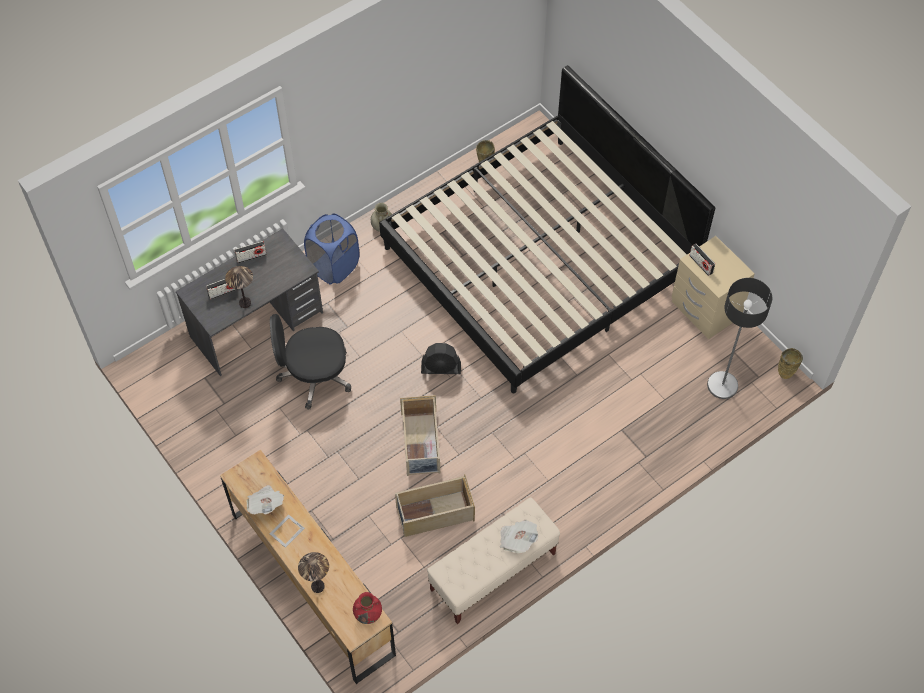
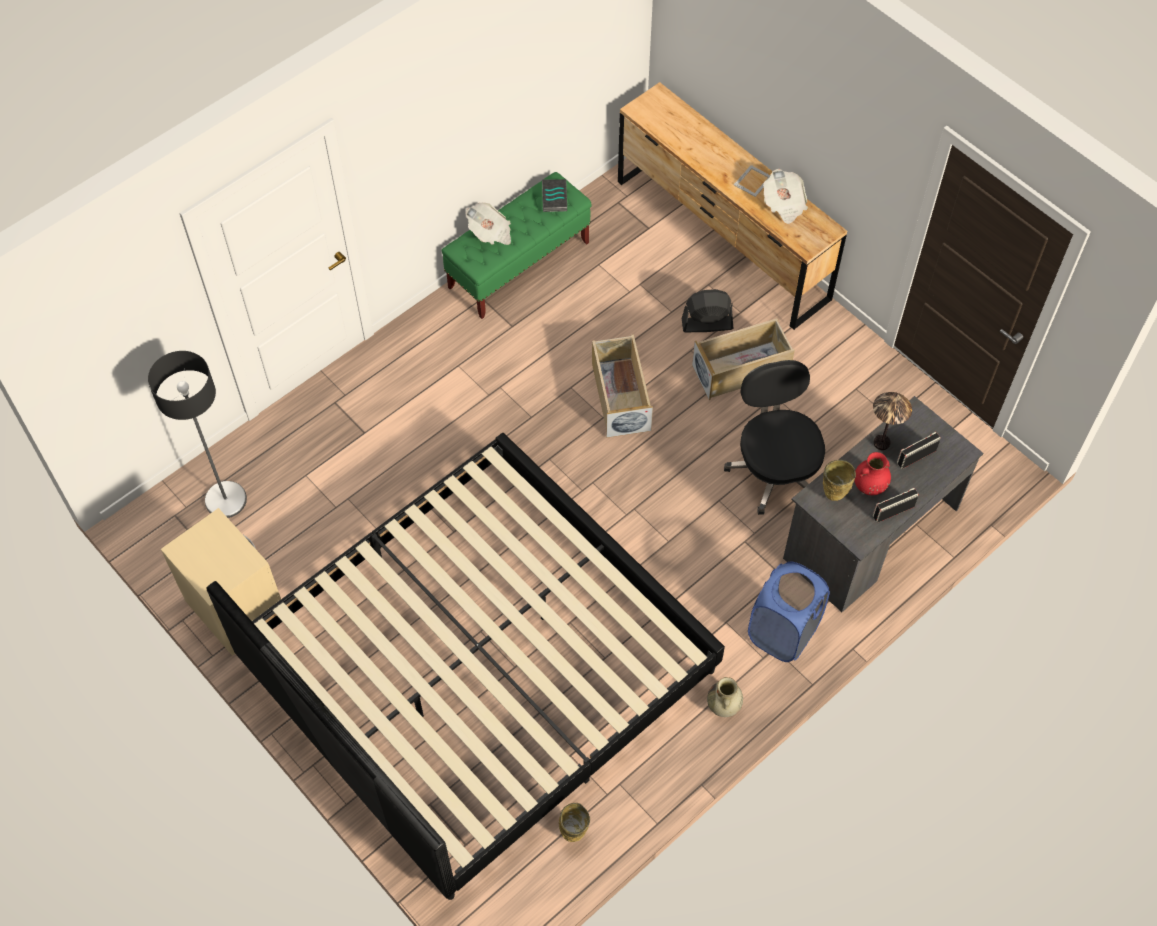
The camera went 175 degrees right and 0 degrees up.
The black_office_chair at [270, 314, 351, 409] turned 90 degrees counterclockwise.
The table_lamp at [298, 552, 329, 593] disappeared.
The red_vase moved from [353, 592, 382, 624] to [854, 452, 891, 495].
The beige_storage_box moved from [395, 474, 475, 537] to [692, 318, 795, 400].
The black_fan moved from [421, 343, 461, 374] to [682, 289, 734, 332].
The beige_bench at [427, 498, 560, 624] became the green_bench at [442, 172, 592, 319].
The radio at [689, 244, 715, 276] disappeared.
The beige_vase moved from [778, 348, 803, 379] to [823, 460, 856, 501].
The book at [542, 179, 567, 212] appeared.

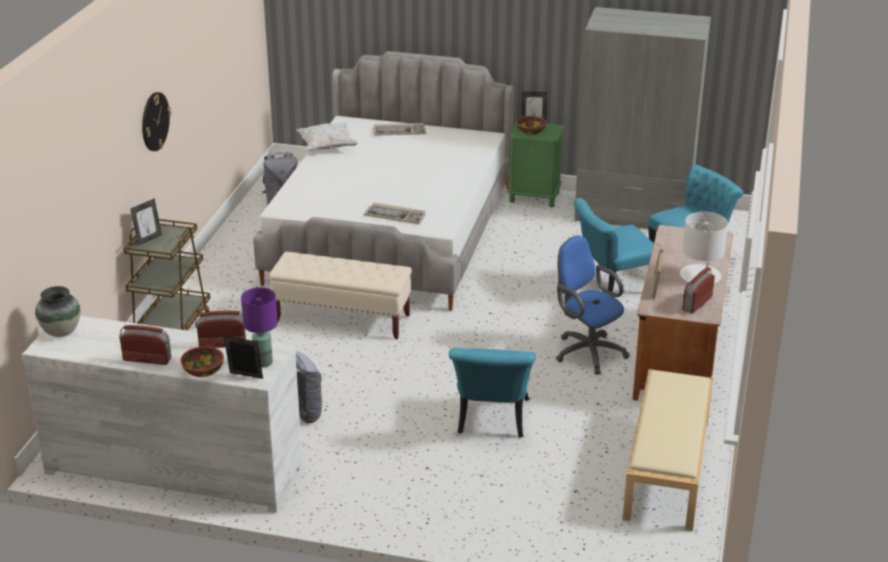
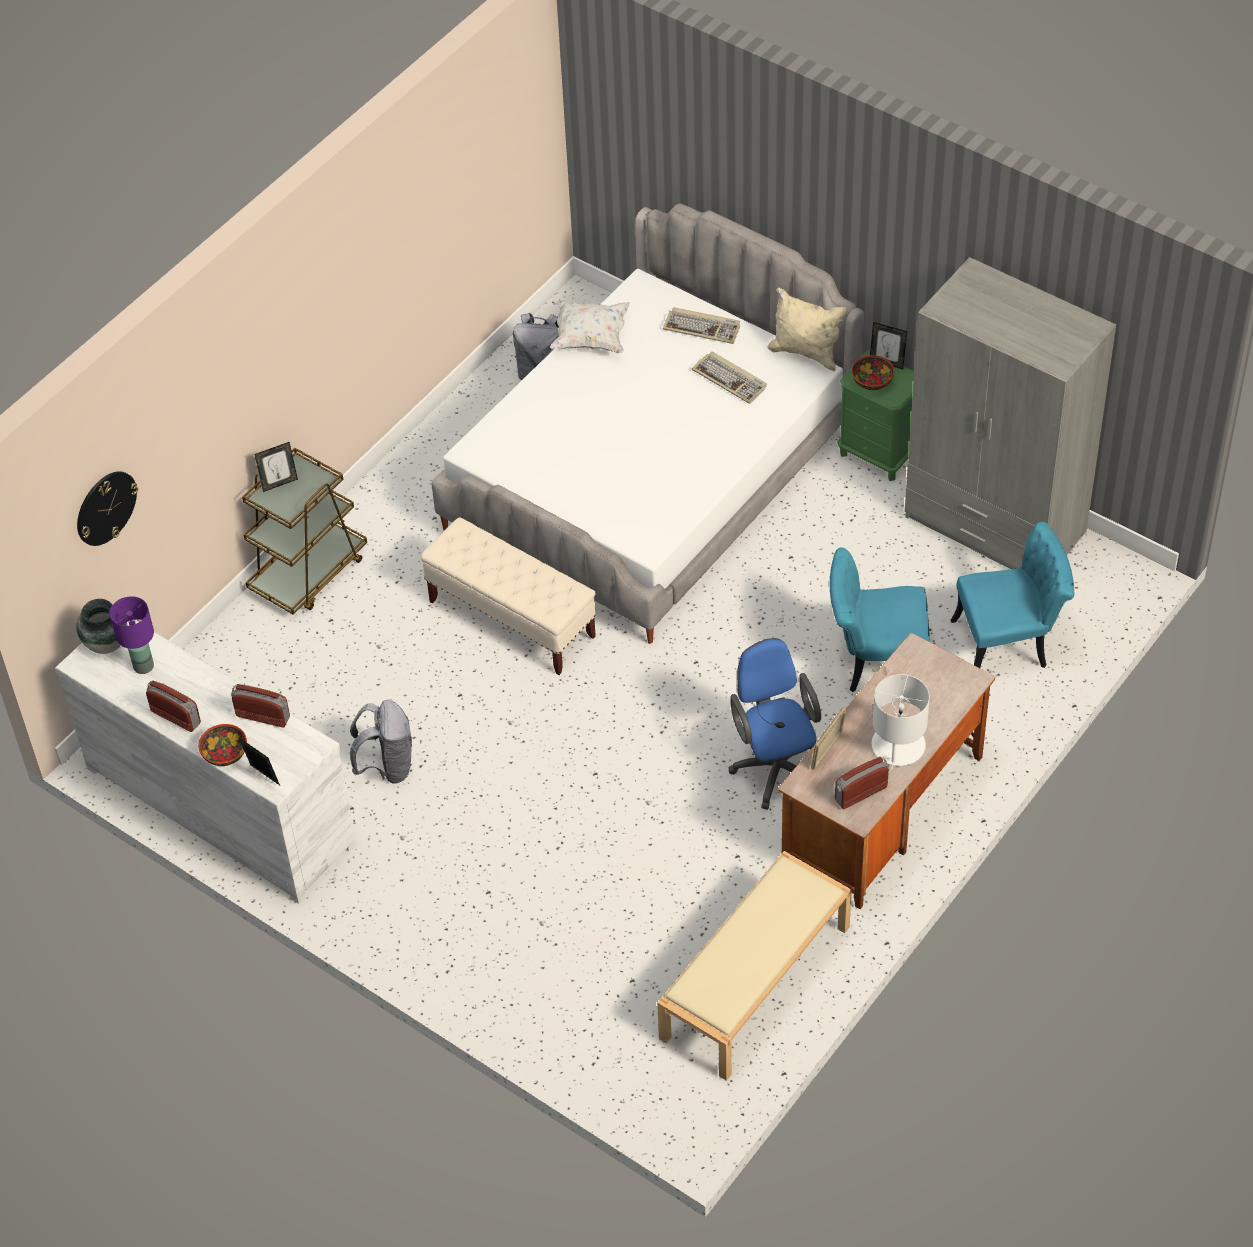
The camera went 25 degrees right and 20 degrees up.
The wall_clock moved from [142, 92, 171, 151] to [77, 471, 138, 546].
The purple_table_lamp moved from [241, 287, 278, 367] to [110, 596, 154, 674].
The keyboard moved from [364, 203, 425, 224] to [692, 351, 767, 404].
The turquoise_chair at [449, 348, 536, 438] disappeared.
The beige_pillow at [768, 288, 846, 372] appeared.

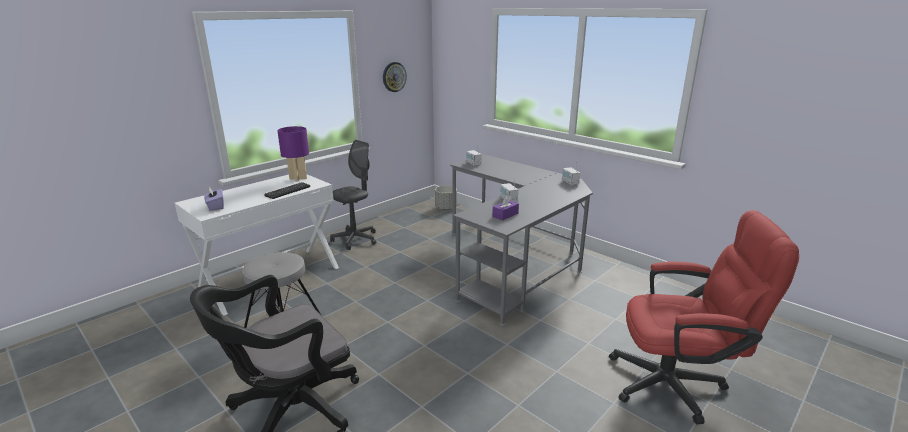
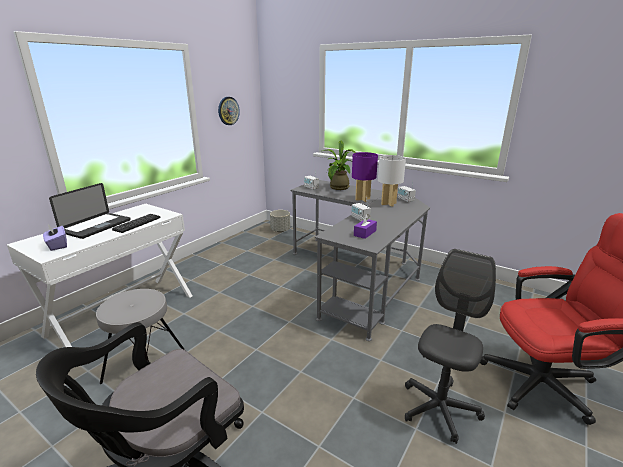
The camera went 10 degrees left and 0 degrees up.
The purple_table_lamp moved from [277, 126, 309, 182] to [352, 152, 378, 202].
The grey_office_chair moved from [330, 140, 376, 250] to [405, 249, 496, 444].
The laptop at [49, 183, 131, 239] appeared.
The potted_plant at [323, 140, 356, 190] appeared.
The white_table_lamp at [378, 155, 406, 207] appeared.

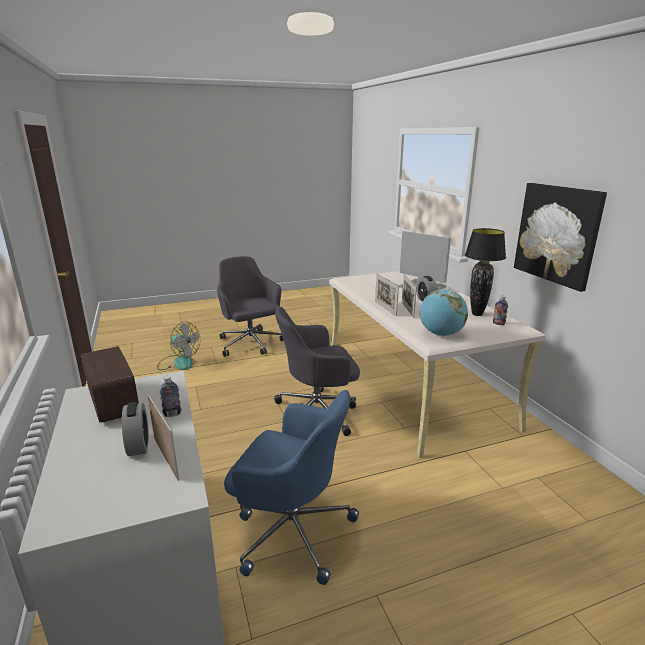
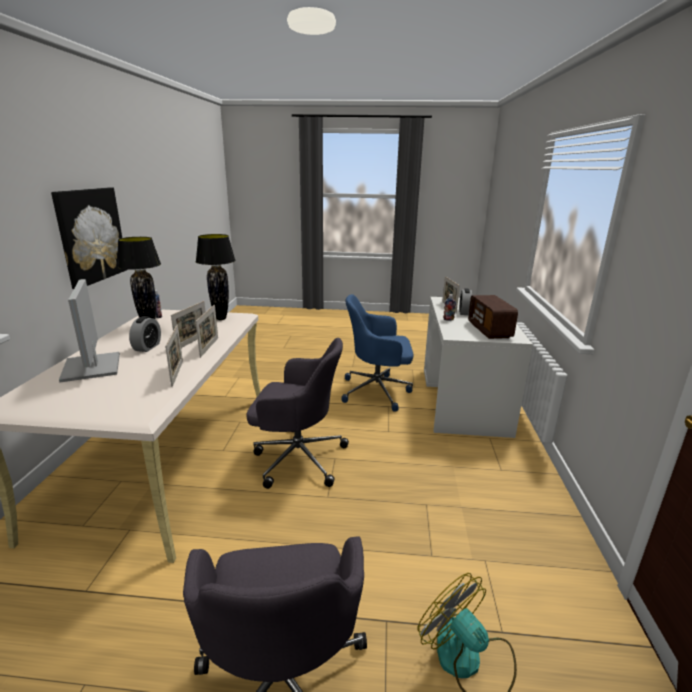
The camera went 155 degrees left and 0 degrees up.
The blue_office_chair at [224, 390, 359, 585] turned 45 degrees counterclockwise.
The globe at [420, 289, 468, 336] was replaced by the black_table_lamp at [196, 234, 236, 320].
The picture_frame at [165, 324, 183, 387] appeared.

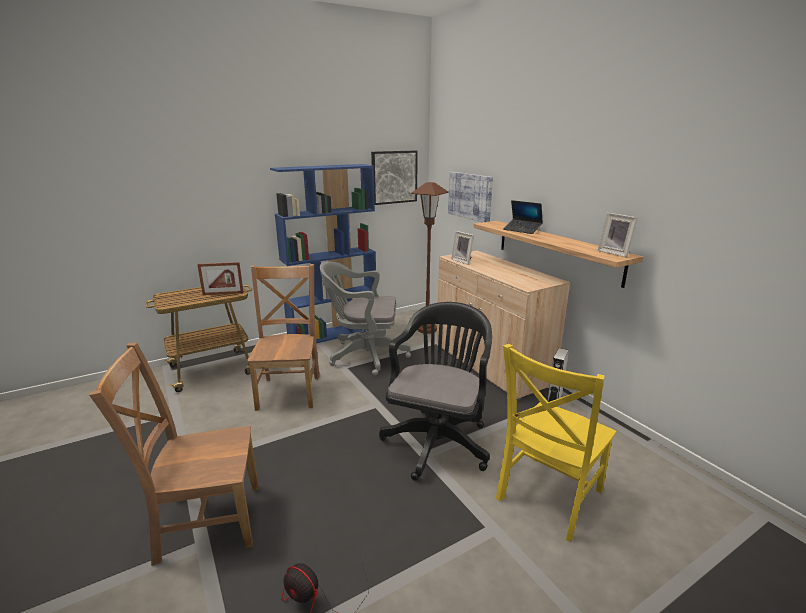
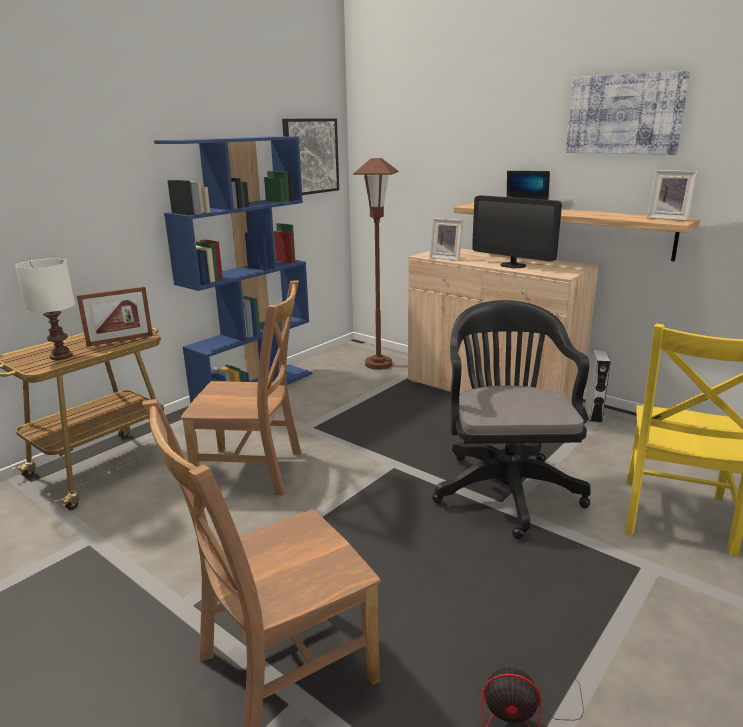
The camera went 20 degrees left and 0 degrees up.
The brown_chair at [247, 264, 320, 411] turned 120 degrees clockwise.
The grey_office_chair at [320, 262, 411, 376] disappeared.
The picture moved from [448, 172, 493, 223] to [566, 70, 690, 155].
The white_table_lamp at [15, 258, 75, 360] appeared.
The monitor at [472, 195, 562, 268] appeared.

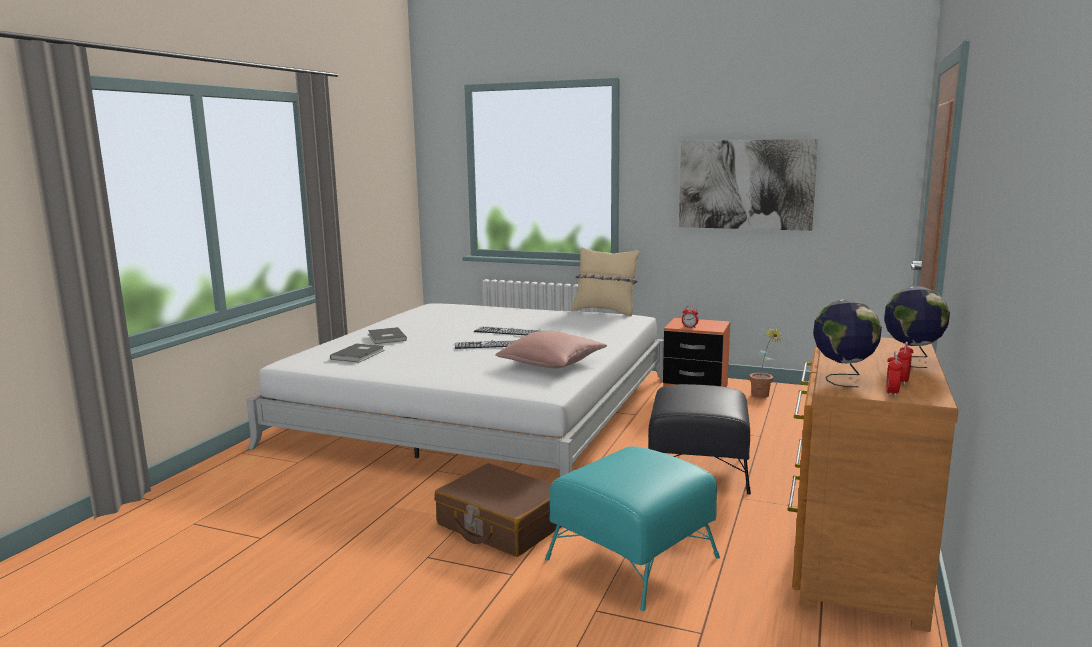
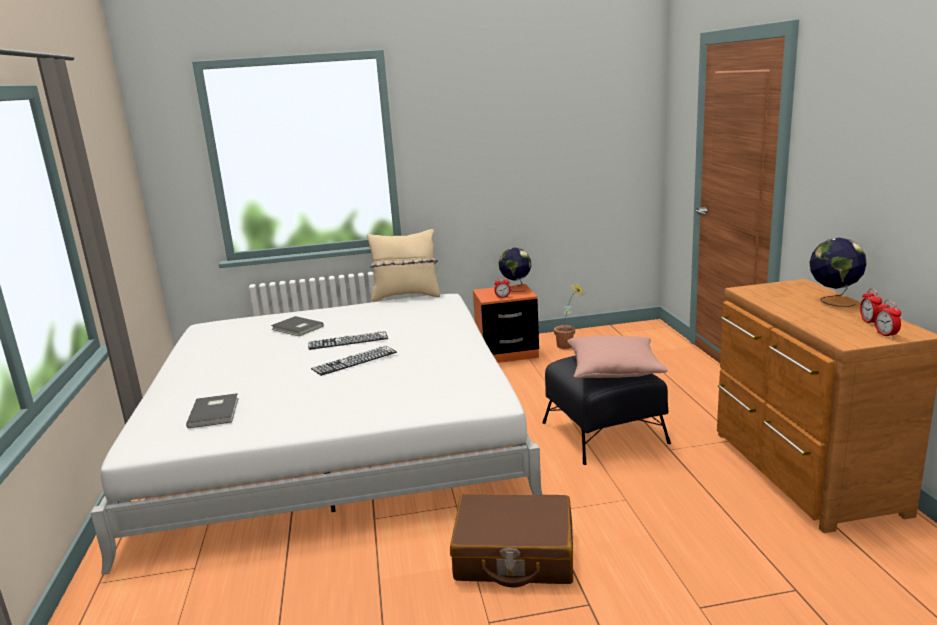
The camera went 30 degrees left and 5 degrees up.
The grey_book moved from [368, 327, 407, 344] to [271, 316, 323, 336].
The pink_pillow moved from [495, 331, 607, 368] to [567, 335, 668, 378].
The turquoise_ottoman at [545, 446, 720, 611] disappeared.
The picture at [679, 139, 818, 231] disappeared.
The globe moved from [813, 299, 882, 387] to [499, 248, 531, 292].

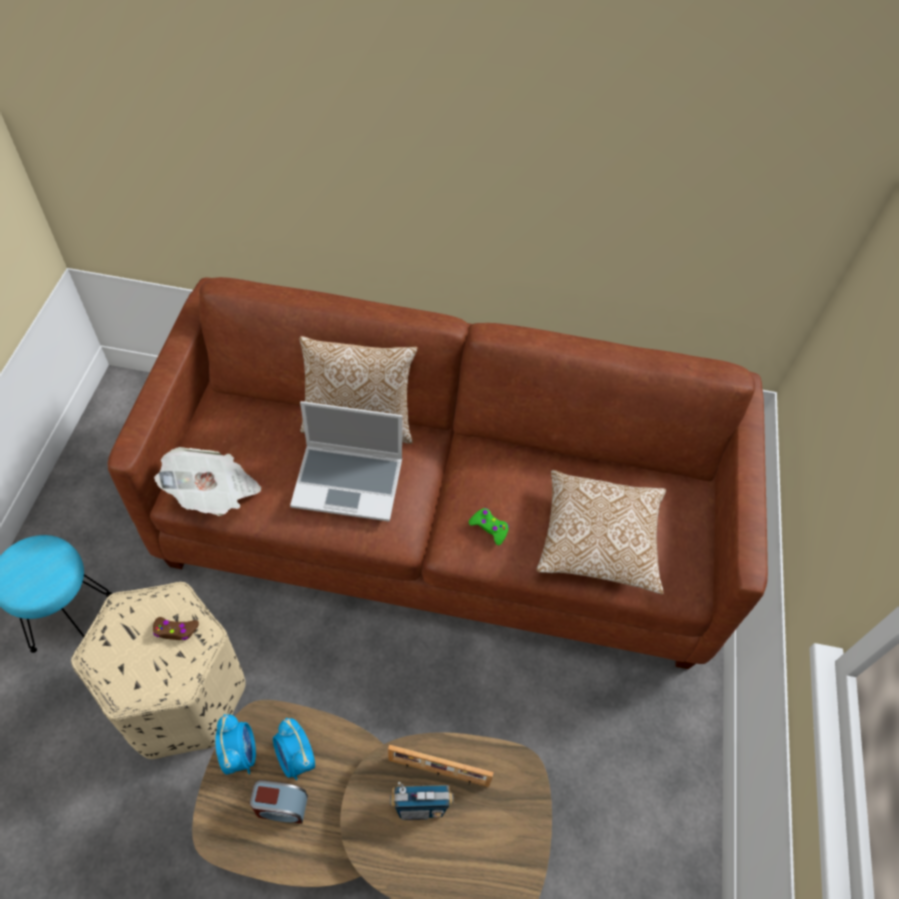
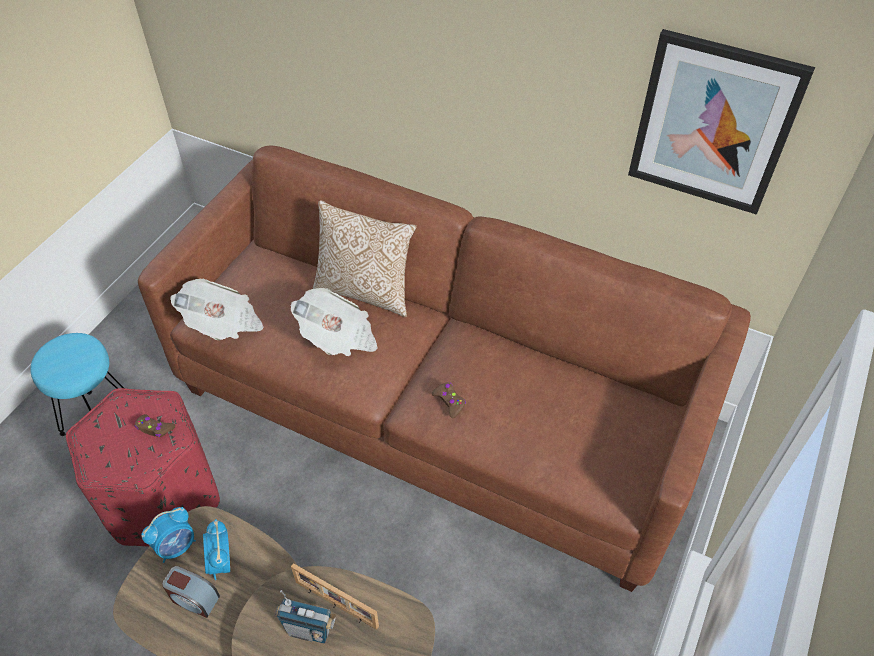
The camera went 20 degrees right and 5 degrees down.
The beige_ottoman at [71, 582, 246, 759] became the red_ottoman at [65, 388, 220, 547].
The alarm_clock at [215, 714, 256, 775] turned 45 degrees clockwise.
The laptop at [290, 401, 402, 522] was replaced by the newspaper at [291, 288, 378, 356].
The green_game_controller at [469, 508, 509, 546] became the brown_game_controller at [432, 382, 466, 418].
The pillow at [536, 470, 666, 594] disappeared.
The picture at [628, 29, 815, 215] appeared.

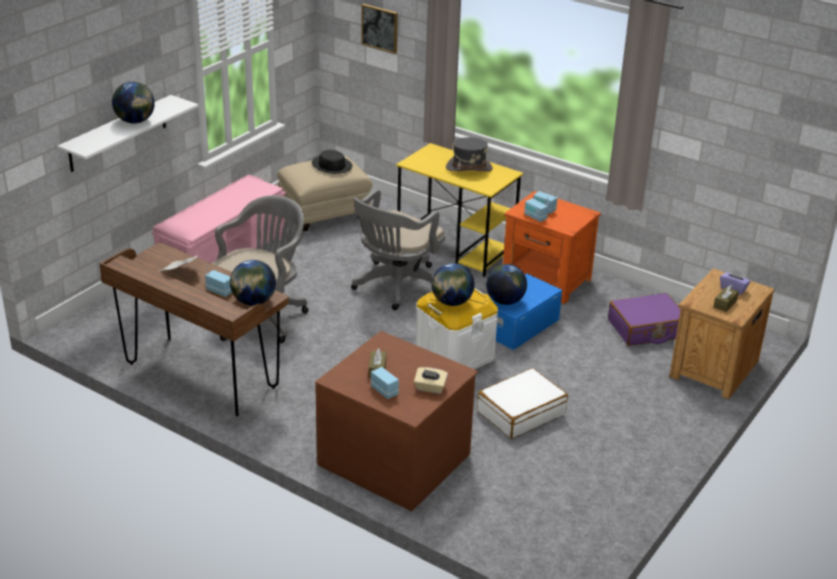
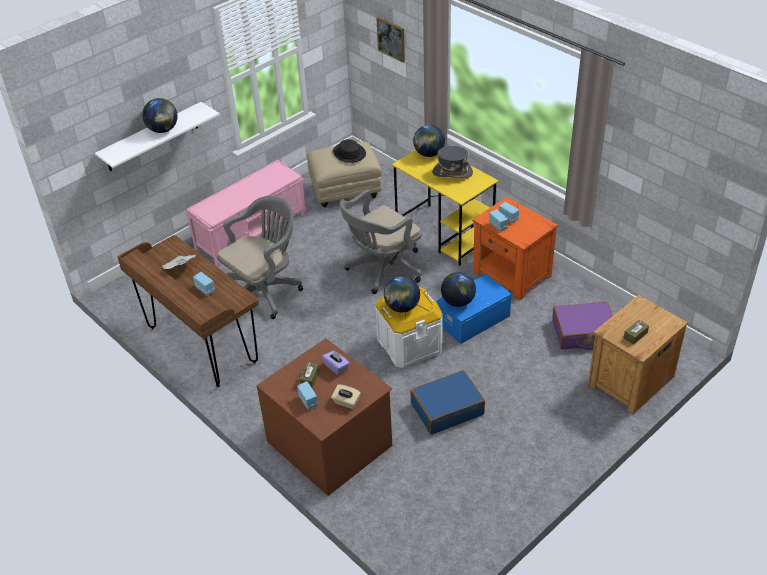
The camera went 15 degrees right and 10 degrees up.
The globe moved from [230, 260, 276, 306] to [413, 125, 445, 157].
The white_suitcase at [477, 368, 568, 439] became the blue_suitcase at [411, 370, 485, 434].
The purple_tissue_box moved from [720, 268, 751, 295] to [322, 350, 350, 375].

